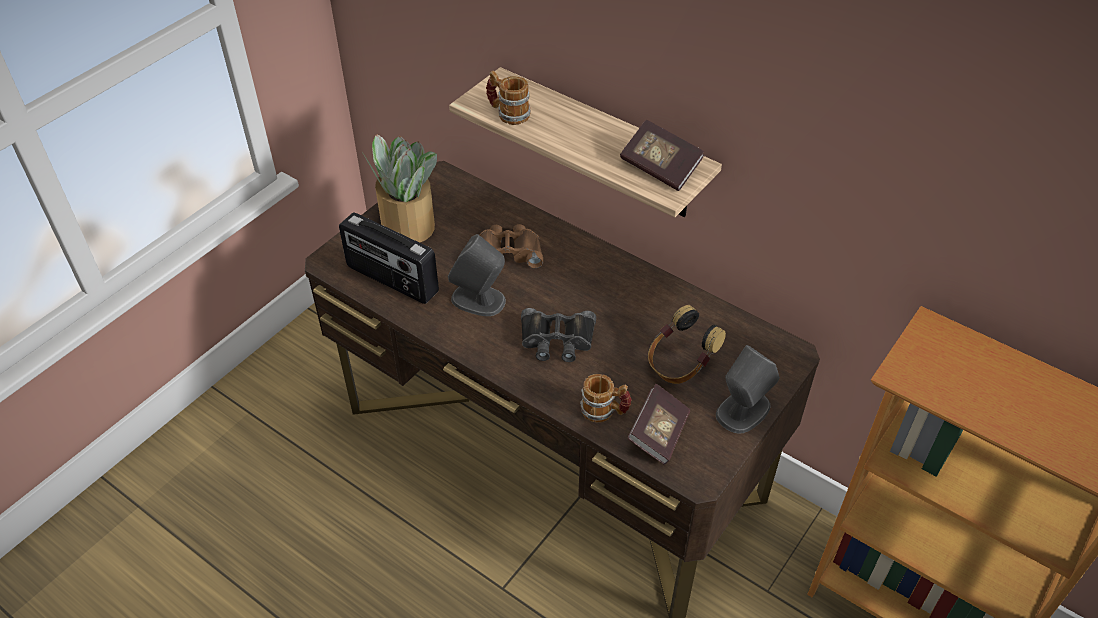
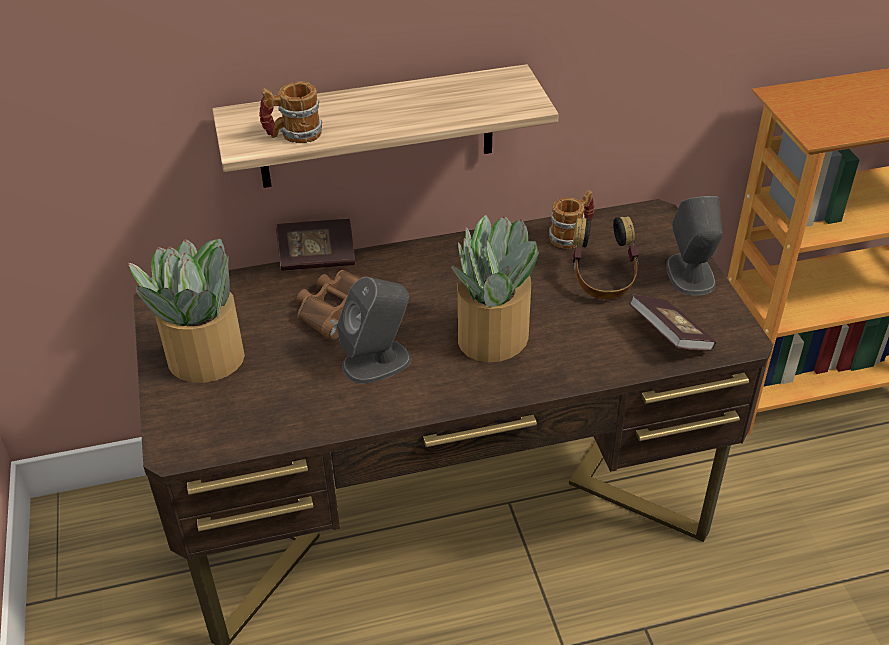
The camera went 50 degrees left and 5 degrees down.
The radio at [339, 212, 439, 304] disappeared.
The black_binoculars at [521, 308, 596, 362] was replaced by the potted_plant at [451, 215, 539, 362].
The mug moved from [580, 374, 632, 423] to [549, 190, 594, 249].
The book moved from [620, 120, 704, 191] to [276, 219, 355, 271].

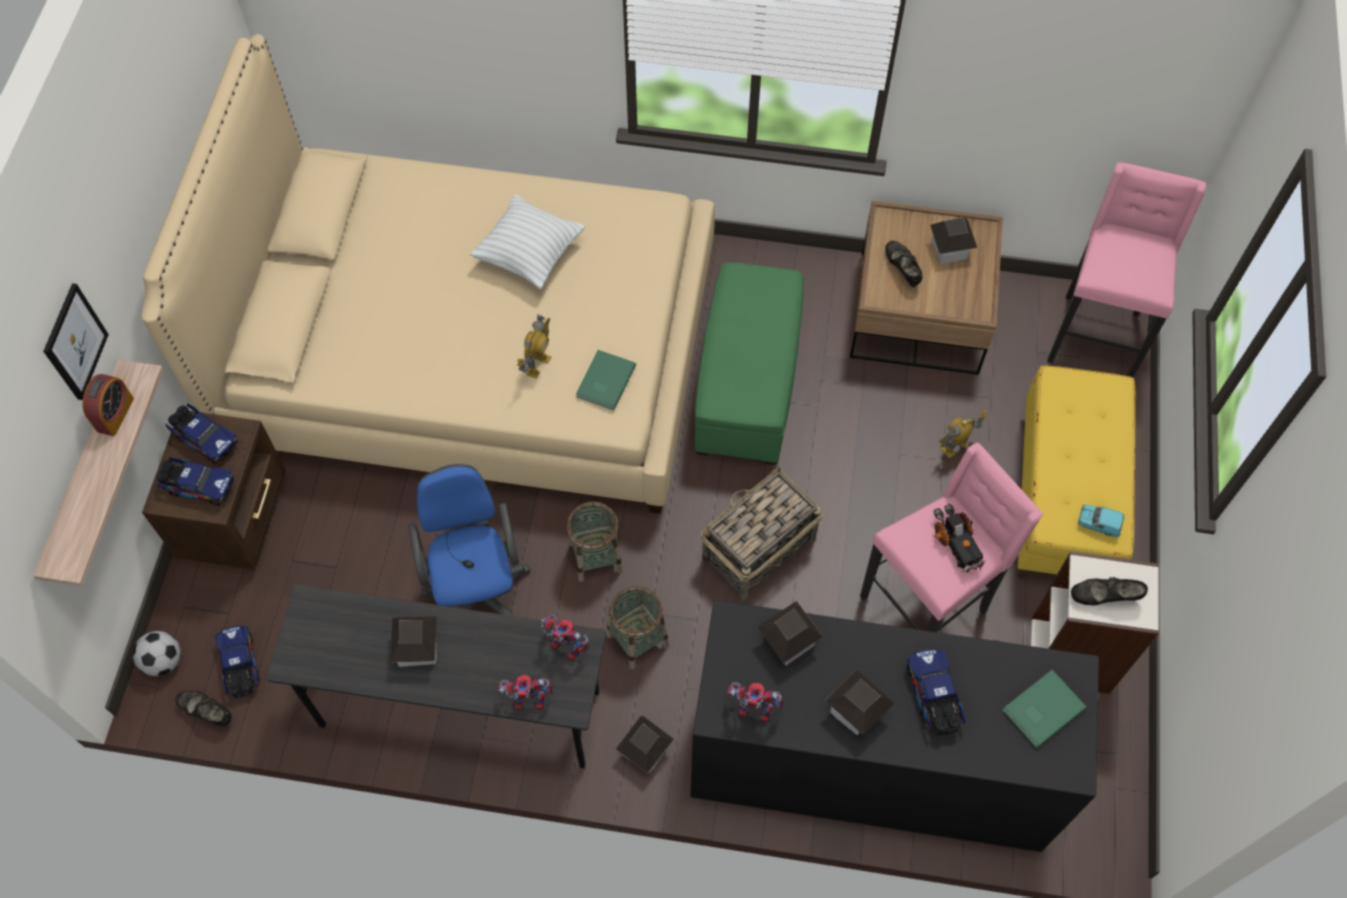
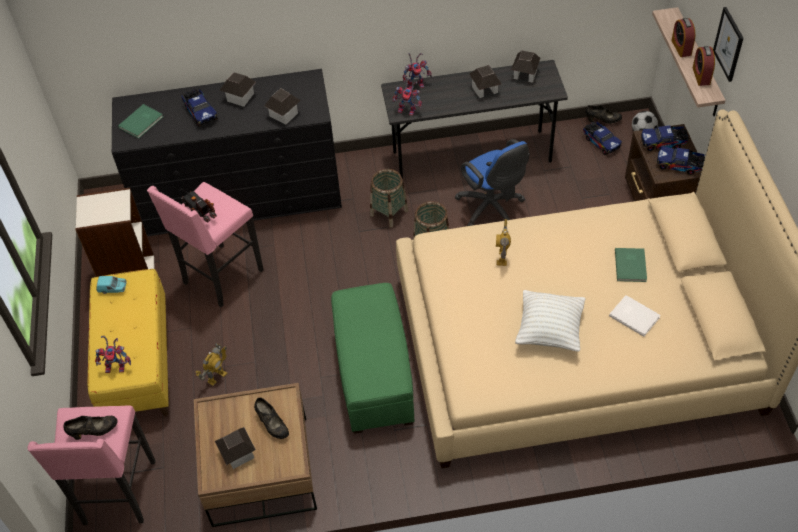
The camera went 165 degrees right and 10 degrees down.
The green_book moved from [576, 350, 636, 410] to [615, 248, 647, 282].
The toy_house moved from [616, 715, 673, 773] to [511, 51, 540, 83].
The basket at [701, 468, 823, 600] disappeared.
The toy_robot moved from [727, 682, 783, 722] to [95, 336, 131, 373].
The black_shoe moved from [1071, 577, 1148, 606] to [64, 416, 118, 440].
The white_book at [609, 295, 660, 337] appeared.
The alarm_clock at [671, 18, 695, 57] appeared.

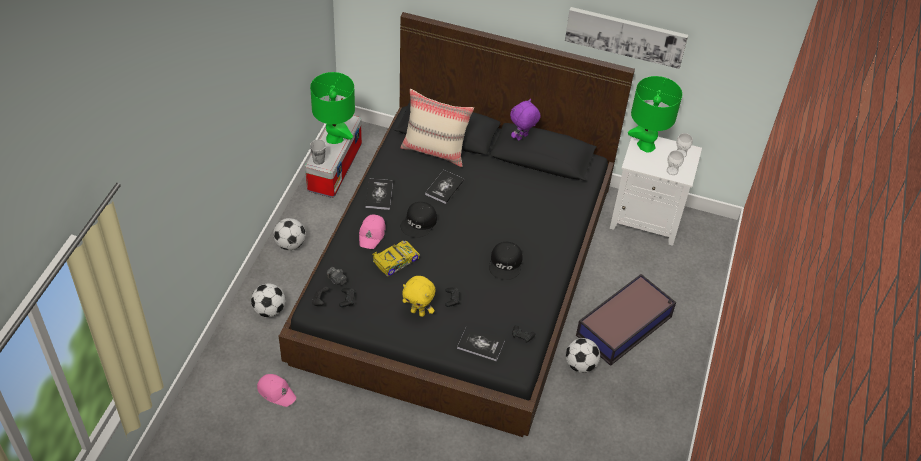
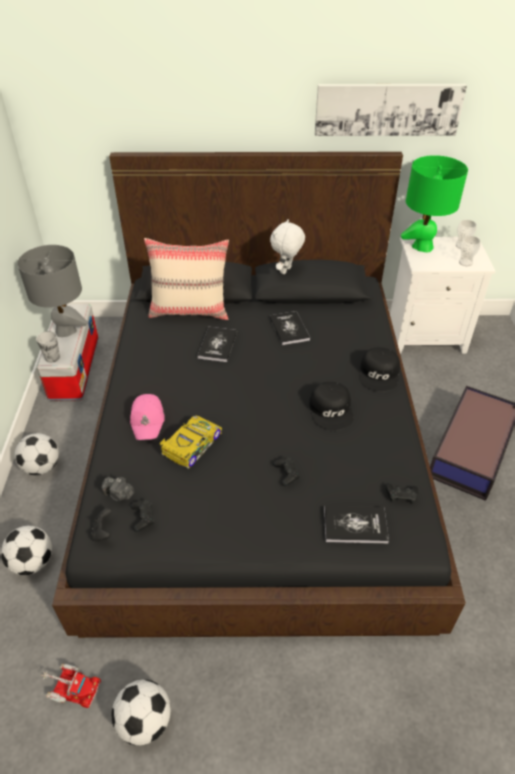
The camera went 15 degrees left and 5 degrees down.
The pink_cap at [257, 374, 296, 407] was replaced by the toy_truck at [41, 663, 101, 708].
The green_table_lamp at [310, 72, 355, 144] became the grey_table_lamp at [17, 245, 87, 337].
The book moved from [365, 179, 393, 210] to [269, 311, 310, 345].
The black_cap moved from [401, 202, 437, 238] to [359, 347, 400, 392].
The yellow_plush_toy at [402, 276, 436, 317] disappeared.
The purple_plush_toy at [510, 99, 541, 140] became the white_plush_toy at [270, 219, 305, 274].
The football moved from [566, 338, 600, 373] to [111, 679, 171, 746].

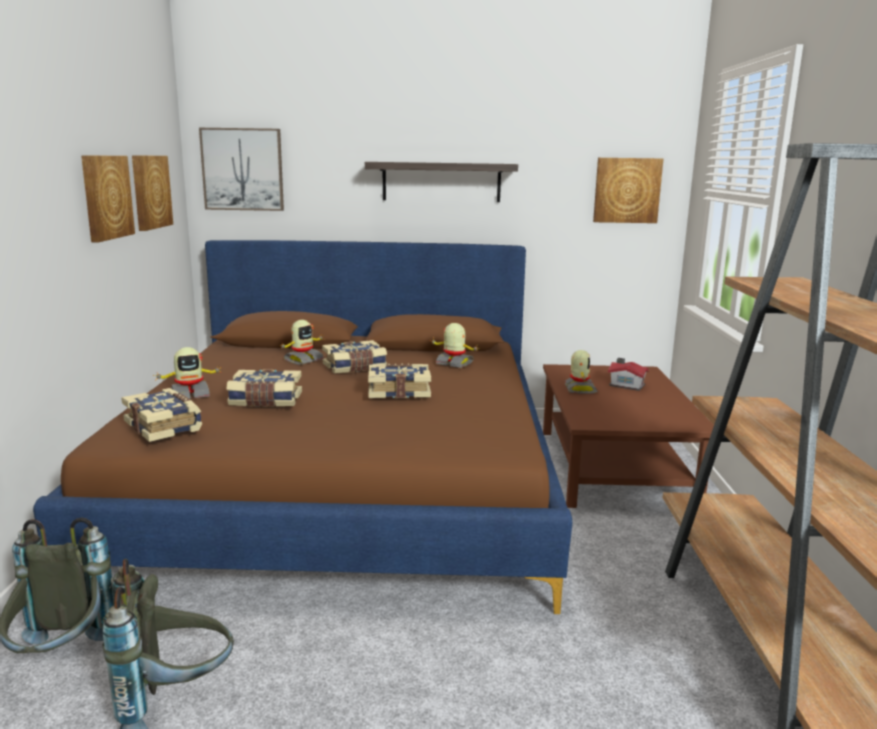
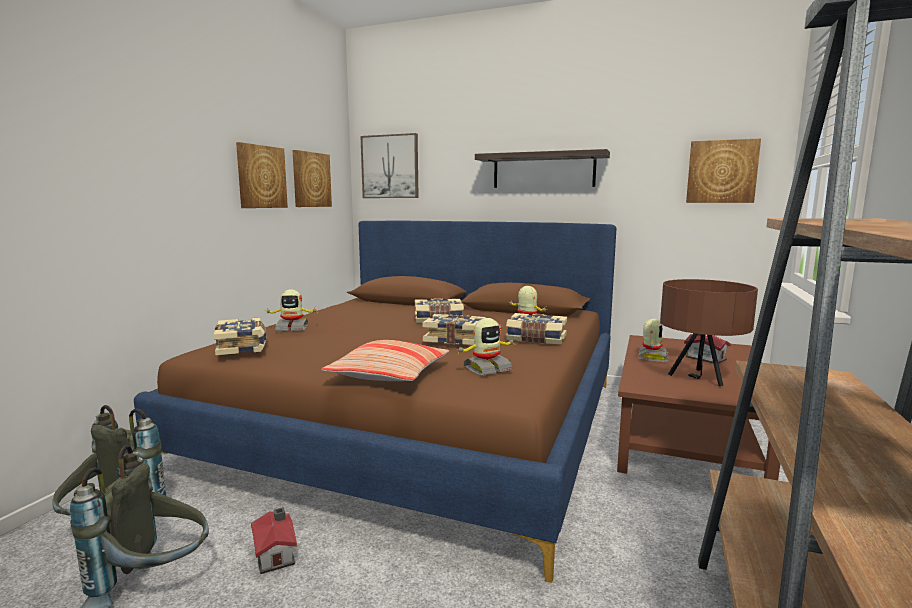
The camera went 20 degrees right and 5 degrees down.
The book moved from [227, 369, 302, 407] to [506, 313, 567, 344].
The toy_robot moved from [280, 320, 324, 365] to [458, 318, 516, 376].
The toy_house at [251, 507, 297, 574] appeared.
The pillow at [321, 340, 449, 381] appeared.
The brown_table_lamp at [660, 279, 758, 386] appeared.

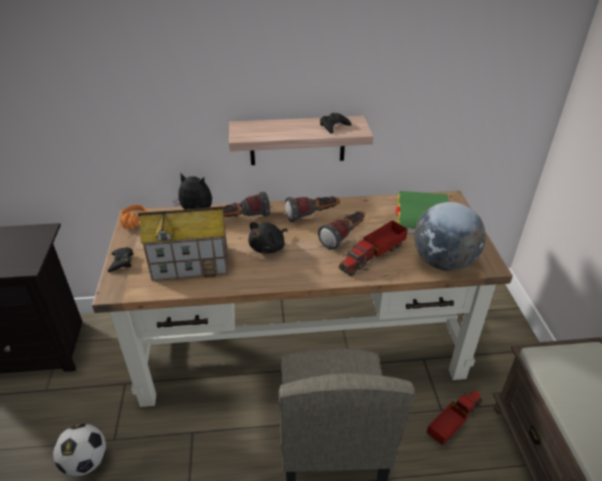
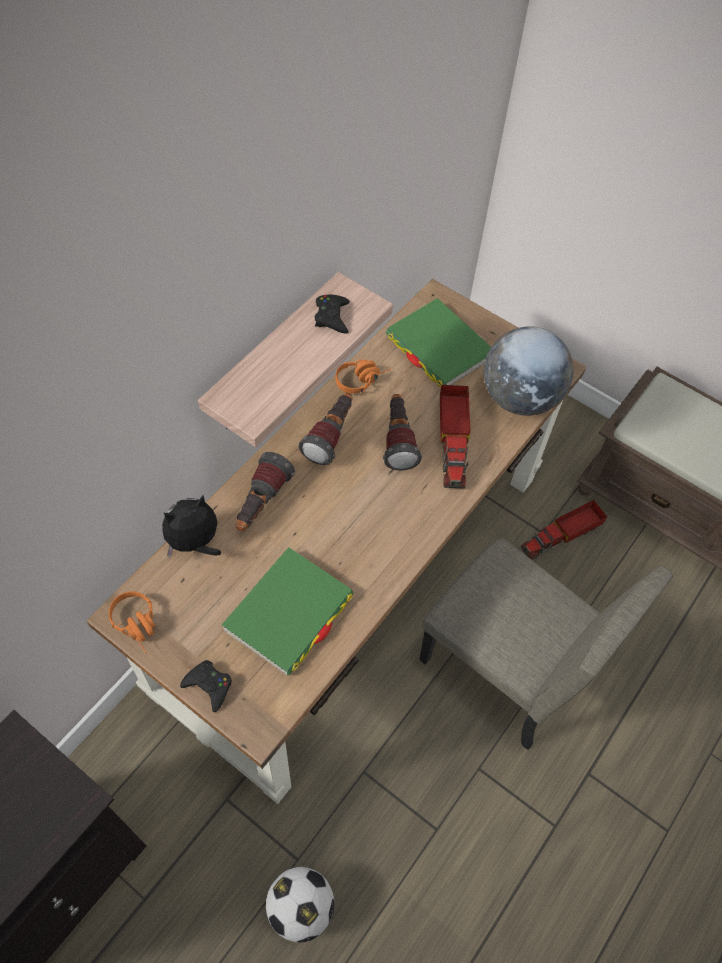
The camera went 50 degrees left and 20 degrees up.
The toy_house at [138, 206, 228, 281] was replaced by the green_book at [222, 547, 353, 676].
The black_plush_toy at [248, 222, 288, 253] disappeared.
The toy_truck at [427, 391, 483, 446] turned 120 degrees counterclockwise.
The orange_headphones at [335, 360, 391, 394] appeared.

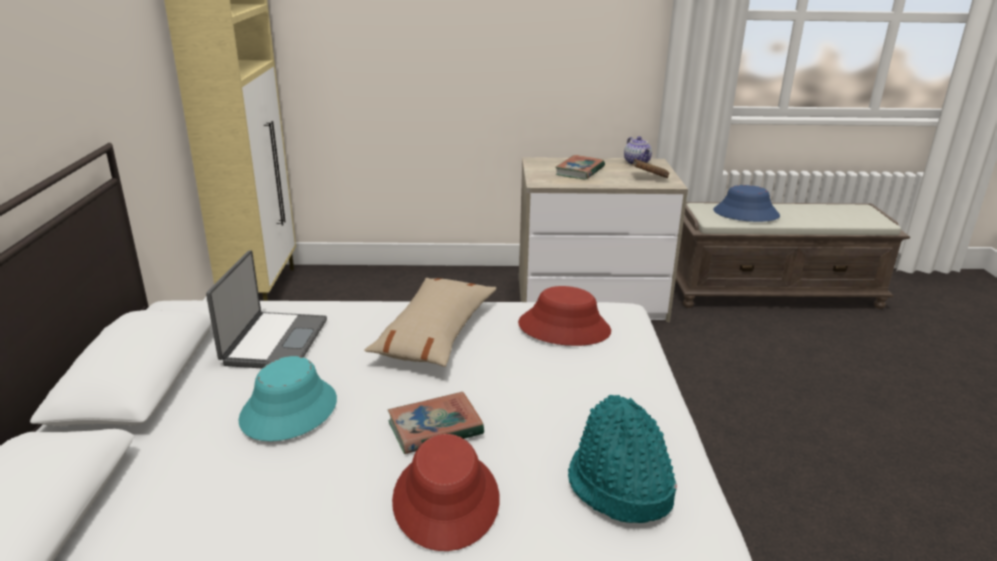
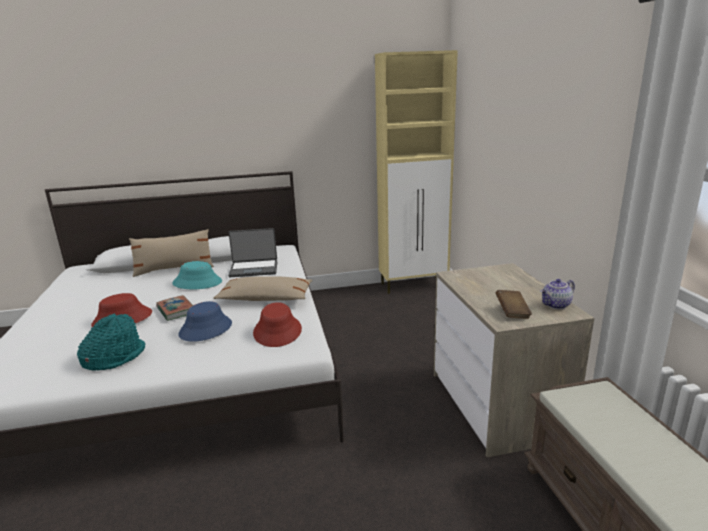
The camera went 80 degrees right and 5 degrees down.
The book at [555, 155, 605, 179] disappeared.
The blue_hat moved from [713, 185, 780, 222] to [178, 301, 232, 342].
The beige_pillow at [129, 229, 214, 277] appeared.

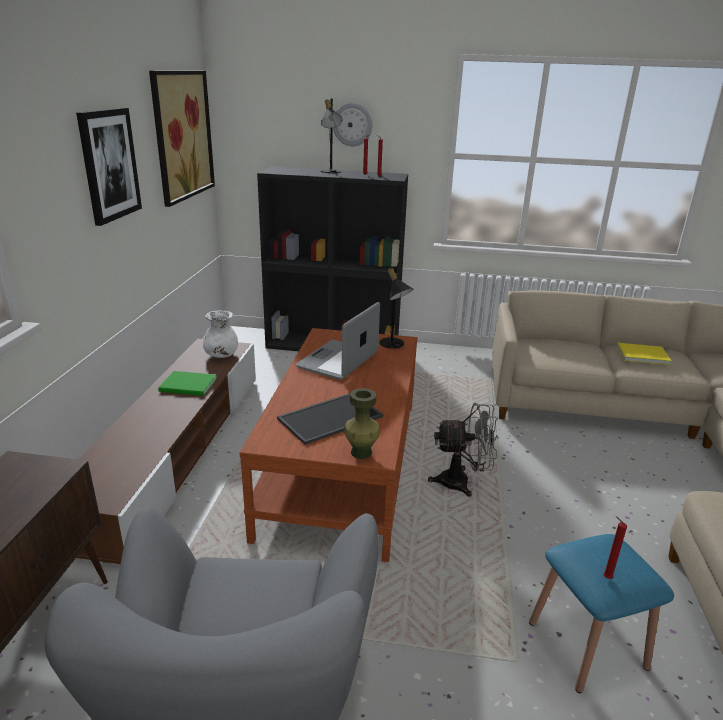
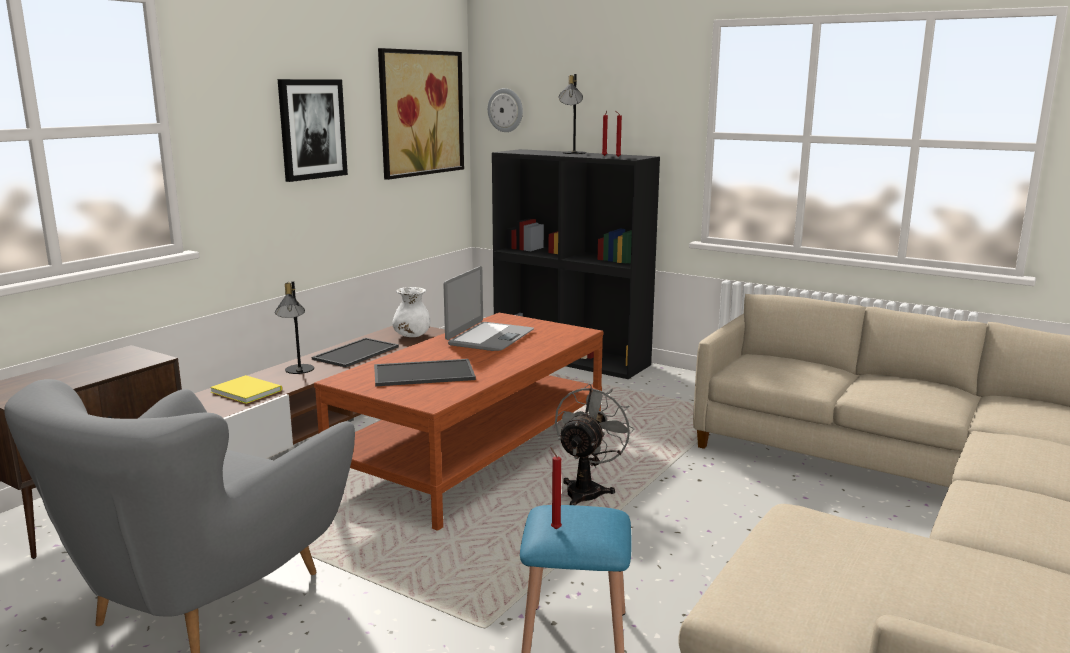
The camera went 25 degrees right and 10 degrees down.
The green_book at [158, 371, 217, 396] was replaced by the tray at [312, 338, 399, 367].
The laptop at [295, 302, 380, 380] turned 150 degrees clockwise.
The wall_clock moved from [333, 103, 373, 146] to [488, 88, 523, 132].
The green_vase at [344, 388, 380, 459] disappeared.
The black_table_lamp moved from [380, 266, 413, 349] to [275, 281, 314, 374].
The grey_fan at [428, 403, 499, 497] turned 90 degrees counterclockwise.
The yellow_book moved from [617, 343, 671, 365] to [210, 375, 282, 404].

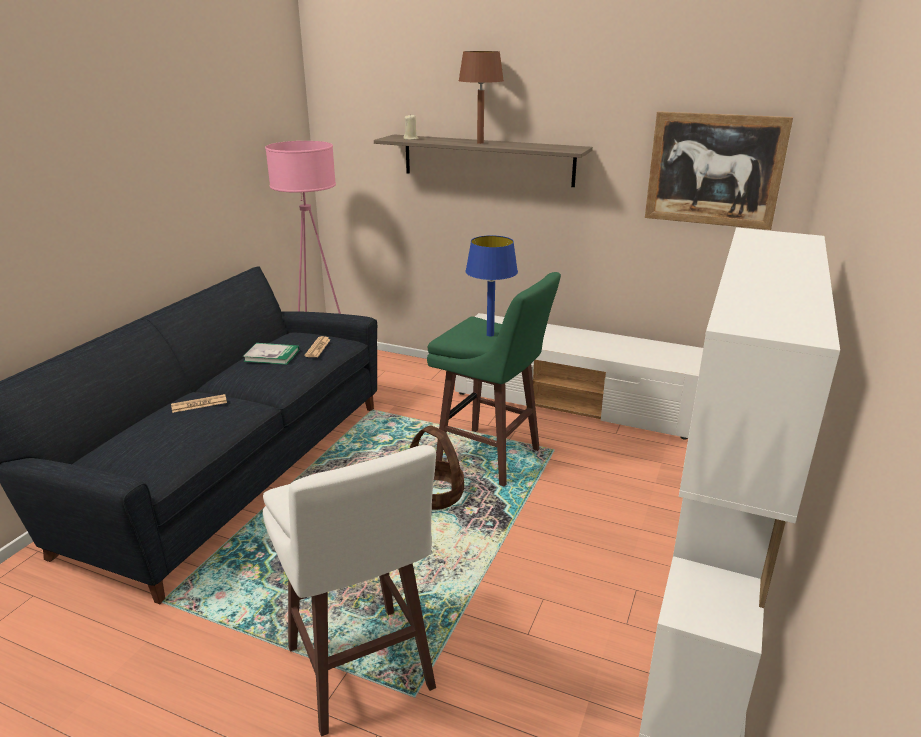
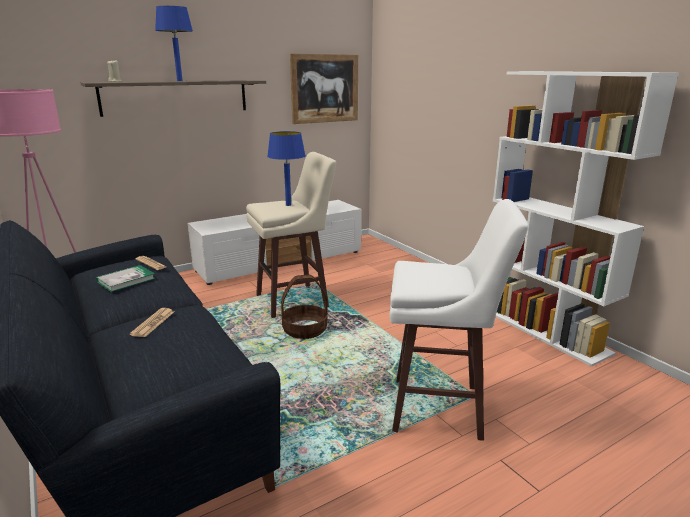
The camera went 55 degrees left and 5 degrees down.
The green_stool at [427, 272, 561, 487] became the beige_stool at [246, 152, 336, 318].
The brown_table_lamp at [458, 51, 504, 144] became the blue_table_lamp at [155, 6, 193, 81].

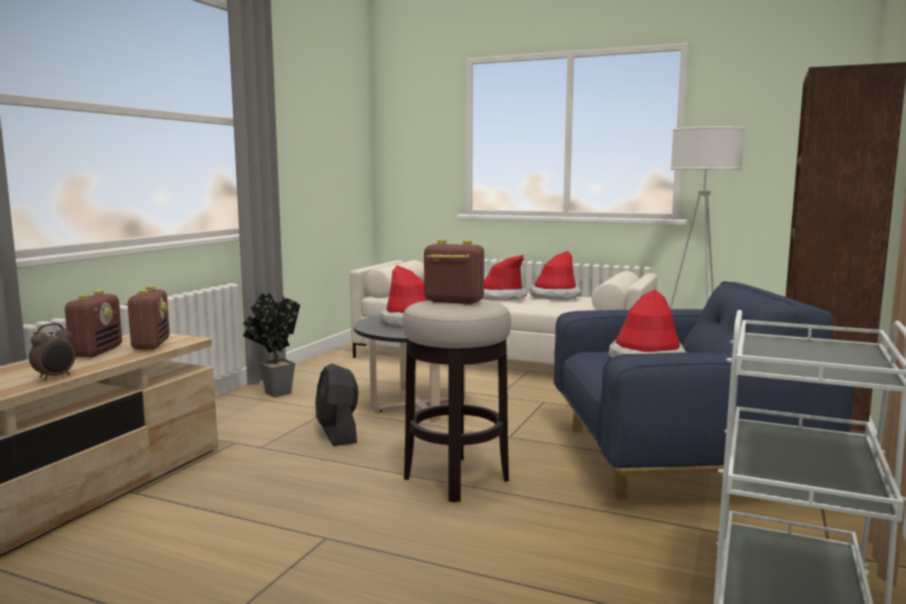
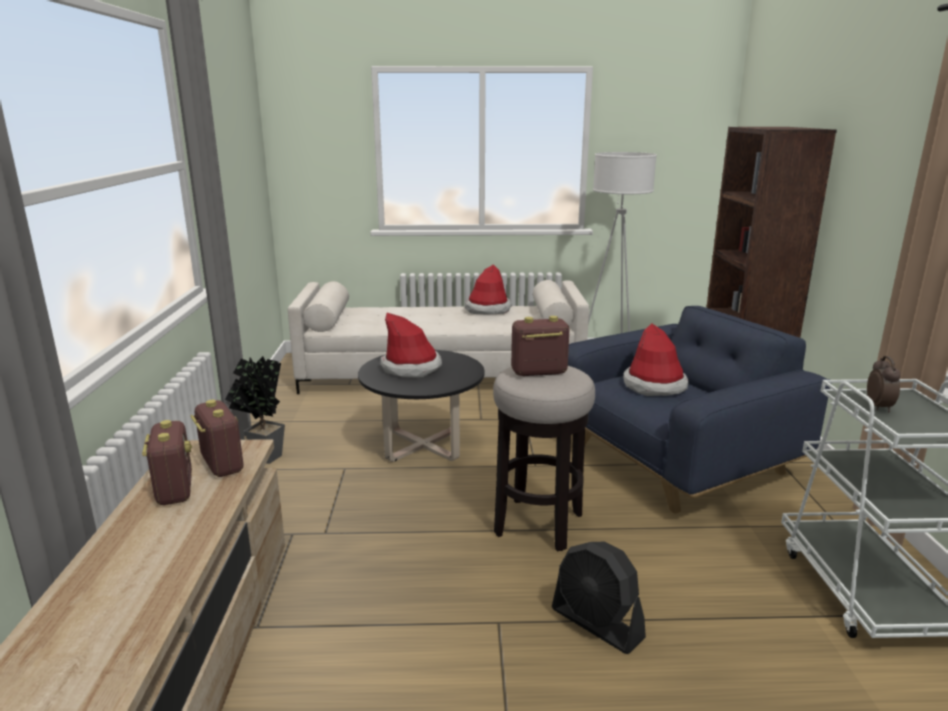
The camera went 25 degrees left and 10 degrees up.
The alarm_clock moved from [29, 323, 76, 381] to [867, 356, 901, 412].
The black_fan moved from [315, 363, 358, 446] to [552, 542, 646, 654].
The hat at [482, 255, 527, 301] disappeared.

